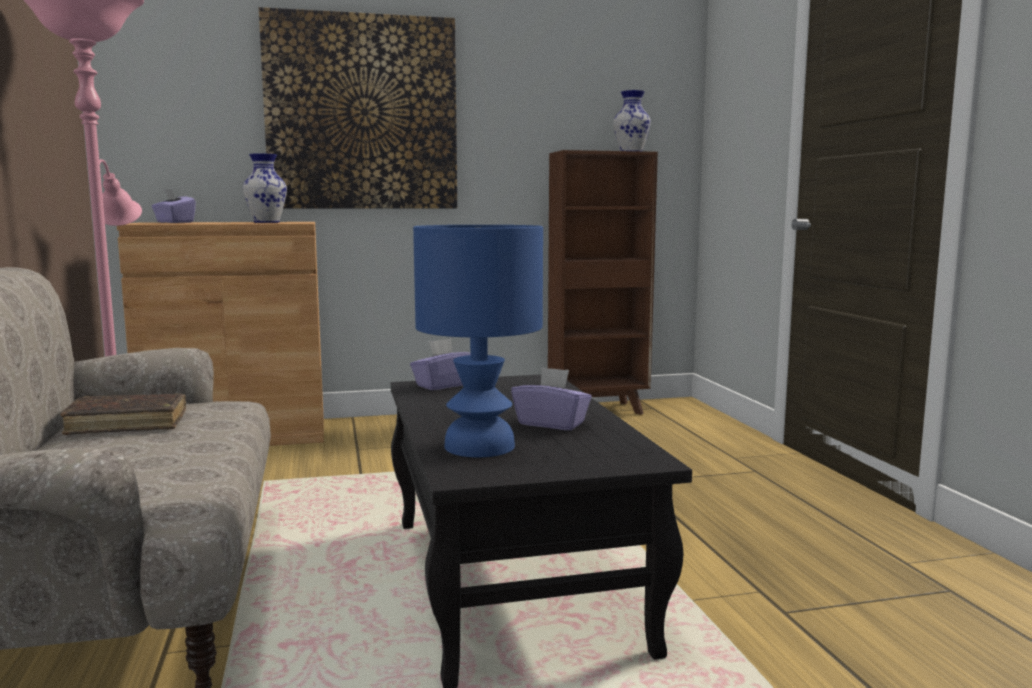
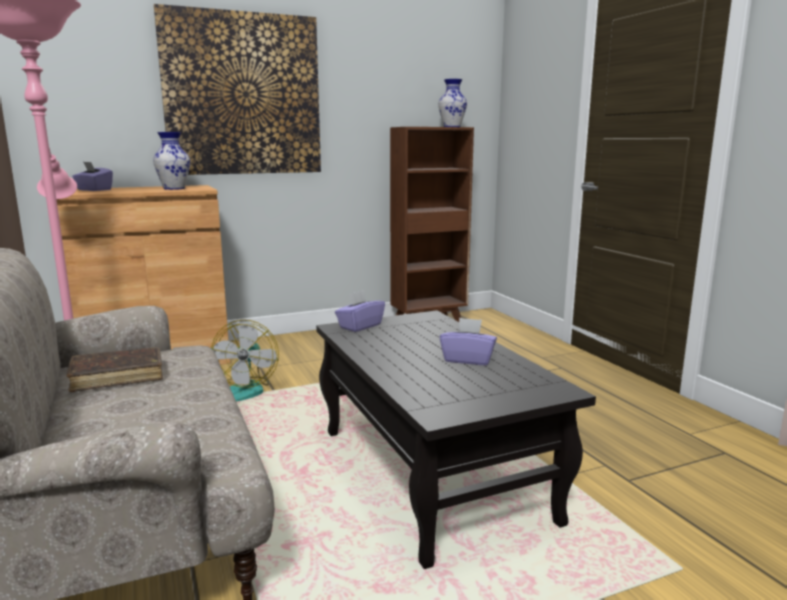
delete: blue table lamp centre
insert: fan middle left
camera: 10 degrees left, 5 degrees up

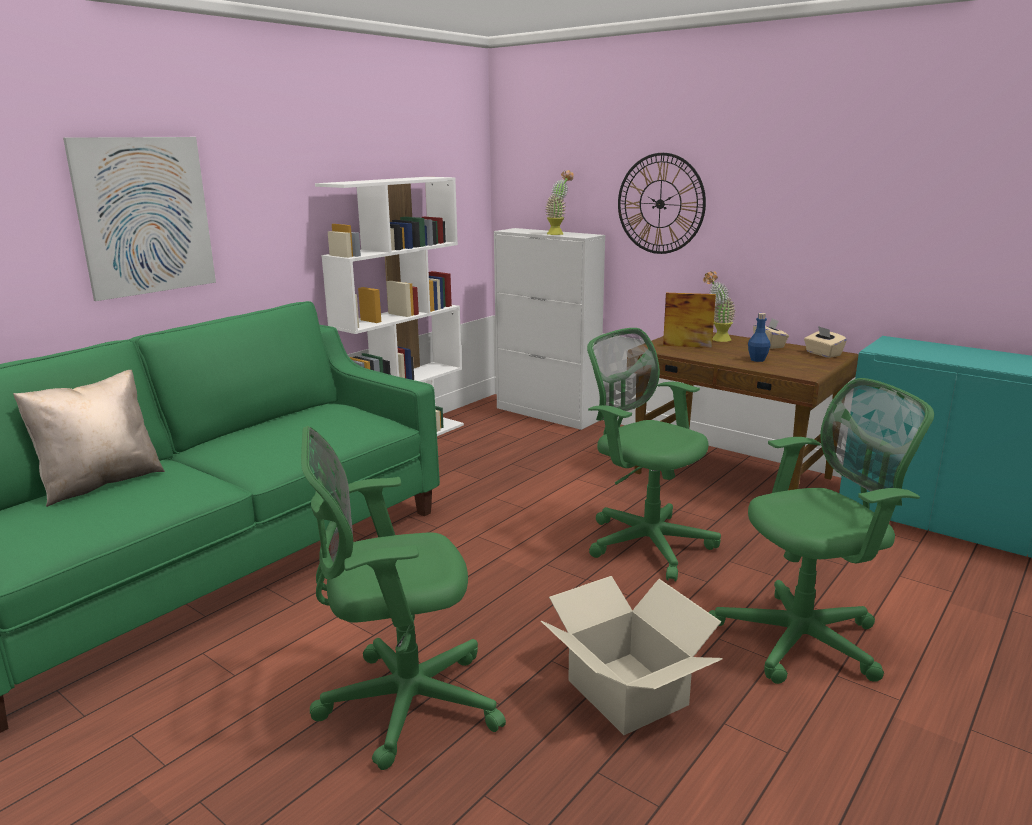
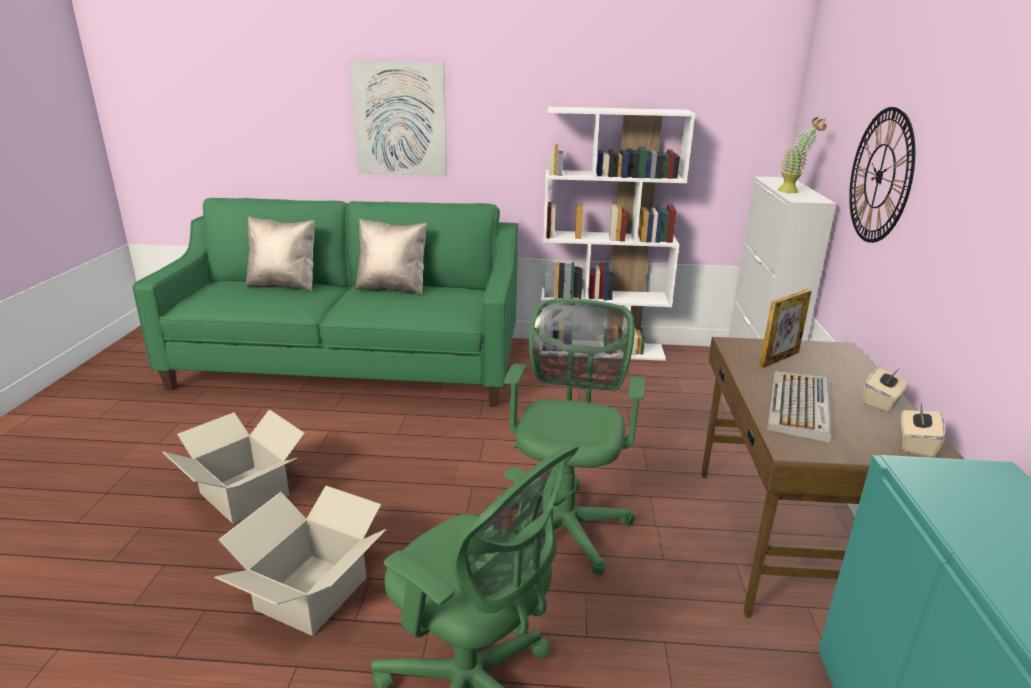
delete: potted plant (2nd from left) middle right
insert: beige pillow (2nd from left) centre
replace: green office chair (1st from left) bottom centre to cardboard box (1st from left) bottom left; blue bottle middle right to keyboard middle right
rotate: picture frame middle right = middle right 75 degrees clockwise
camera: 55 degrees right, 5 degrees up

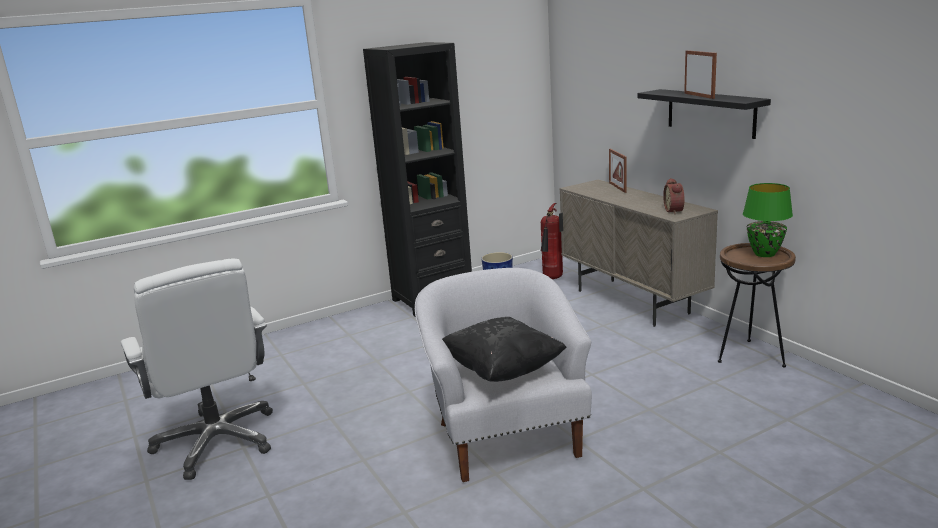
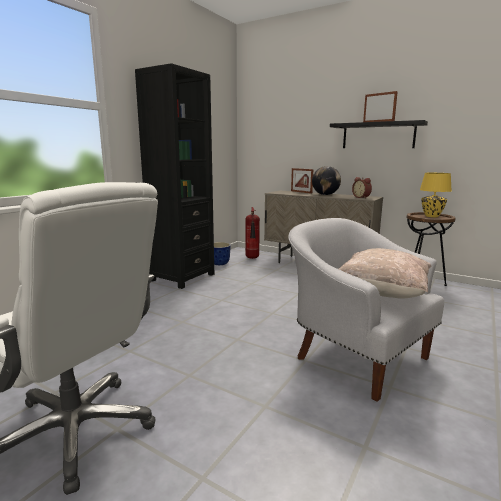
insert: globe centre
recolor: black pillow centre to beige pillow middle right; green table lamp middle right to yellow table lamp middle right
camera: 30 degrees left, 5 degrees down

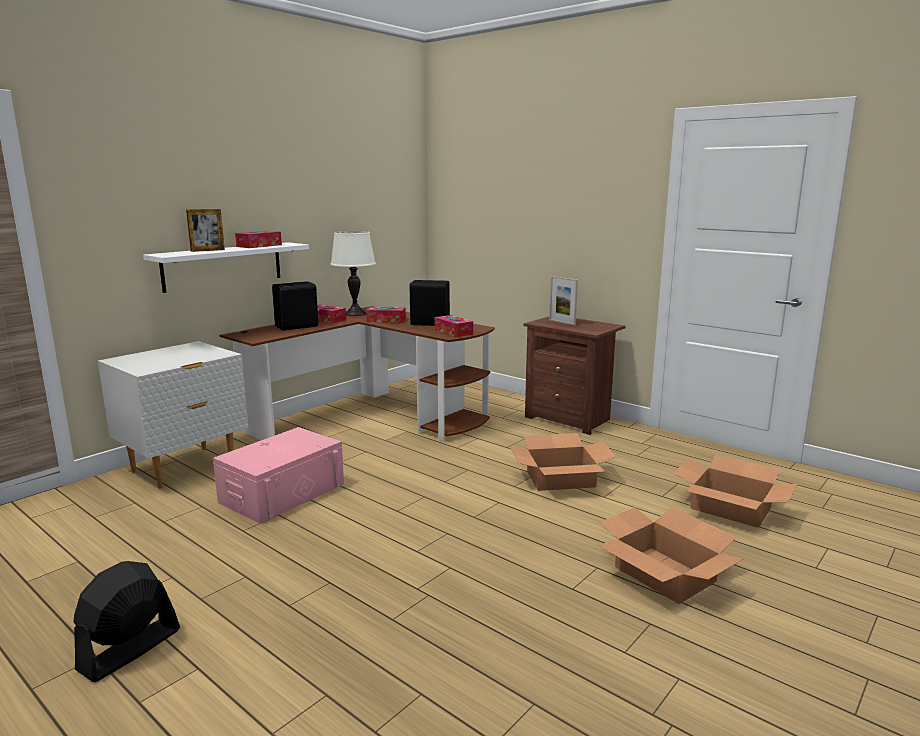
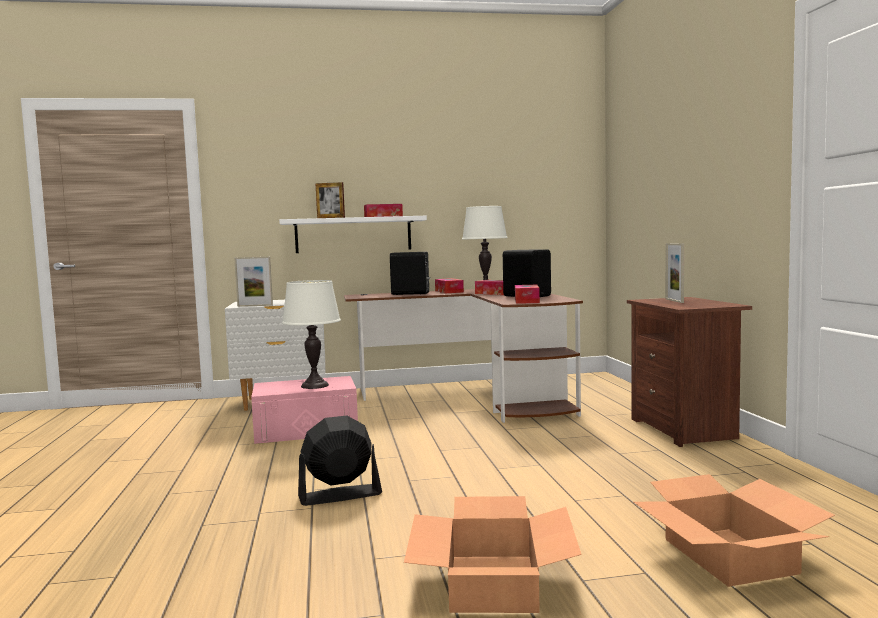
delete: cardboard box (1st from left) centre
insert: picture frame (1st from left) middle left; white table lamp (1st from left) centre
move: black fan bottom left to bottom centre
camera: 40 degrees right, 10 degrees down

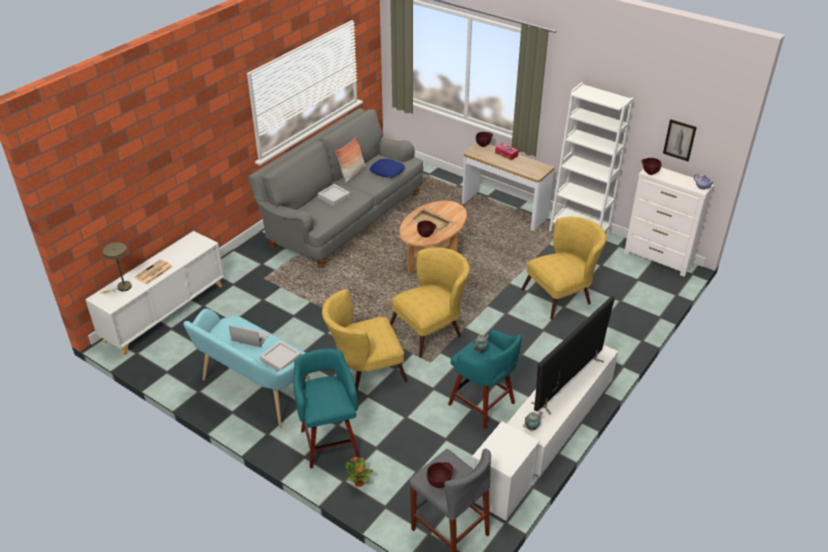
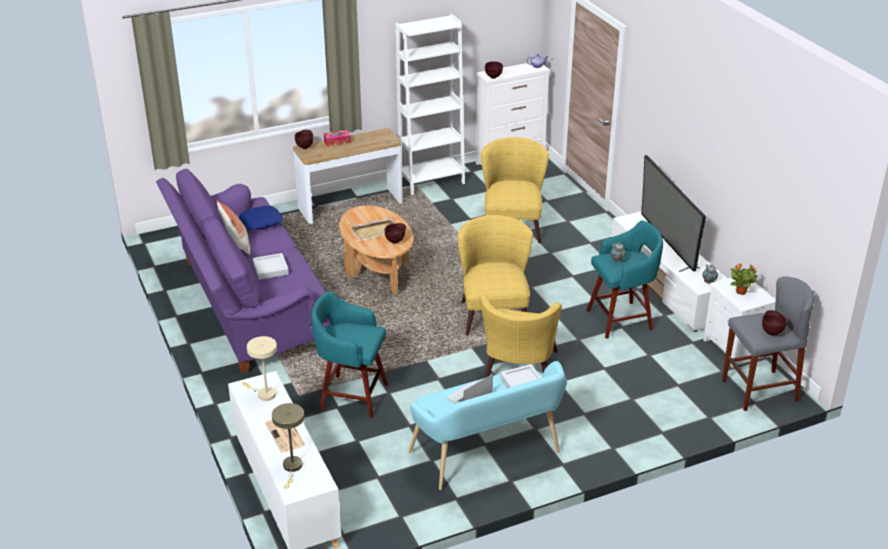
delete: picture top right
insert: beige table lamp (1st from left) bottom left
move: turquoise stool (1st from left) bottom centre to centre; potted plant bottom centre to middle right
recolor: grey sofa centre to purple sofa middle left
camera: 60 degrees left, 5 degrees down

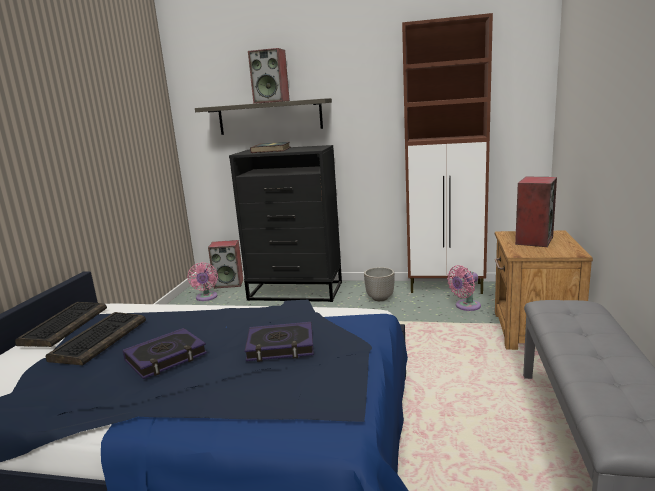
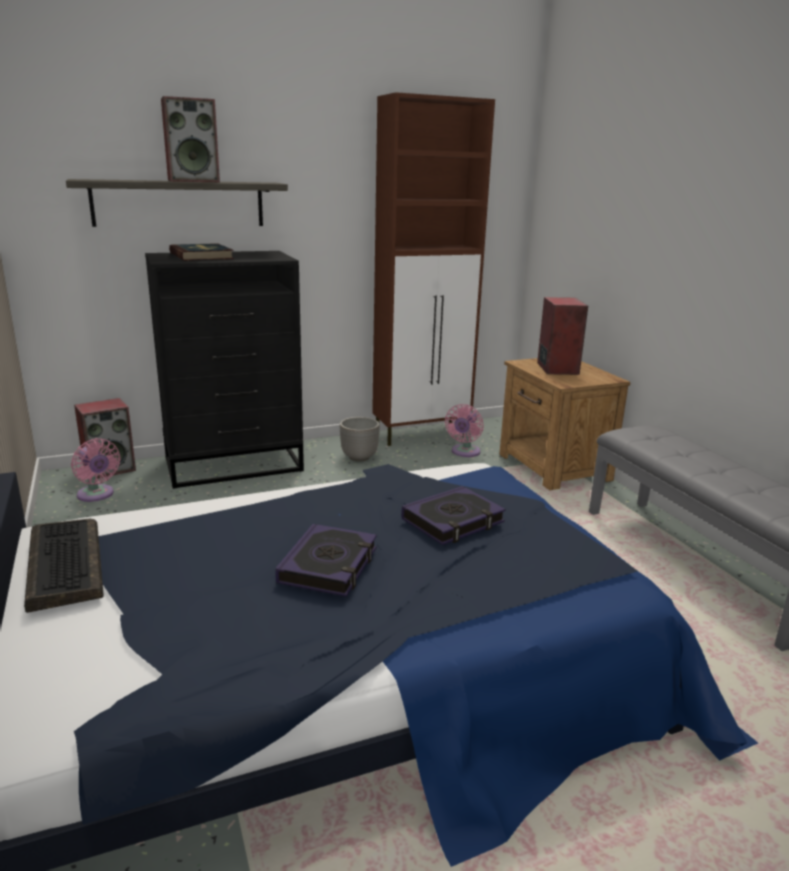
delete: keyboard (2nd from left) bottom left
camera: 35 degrees left, 5 degrees up

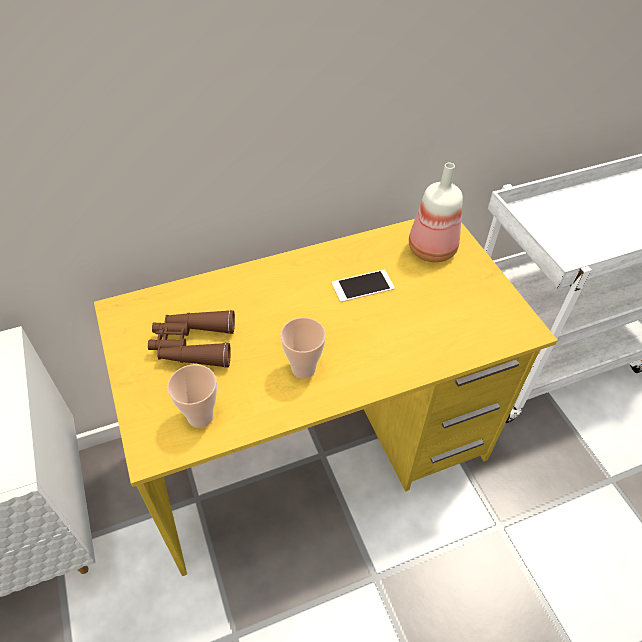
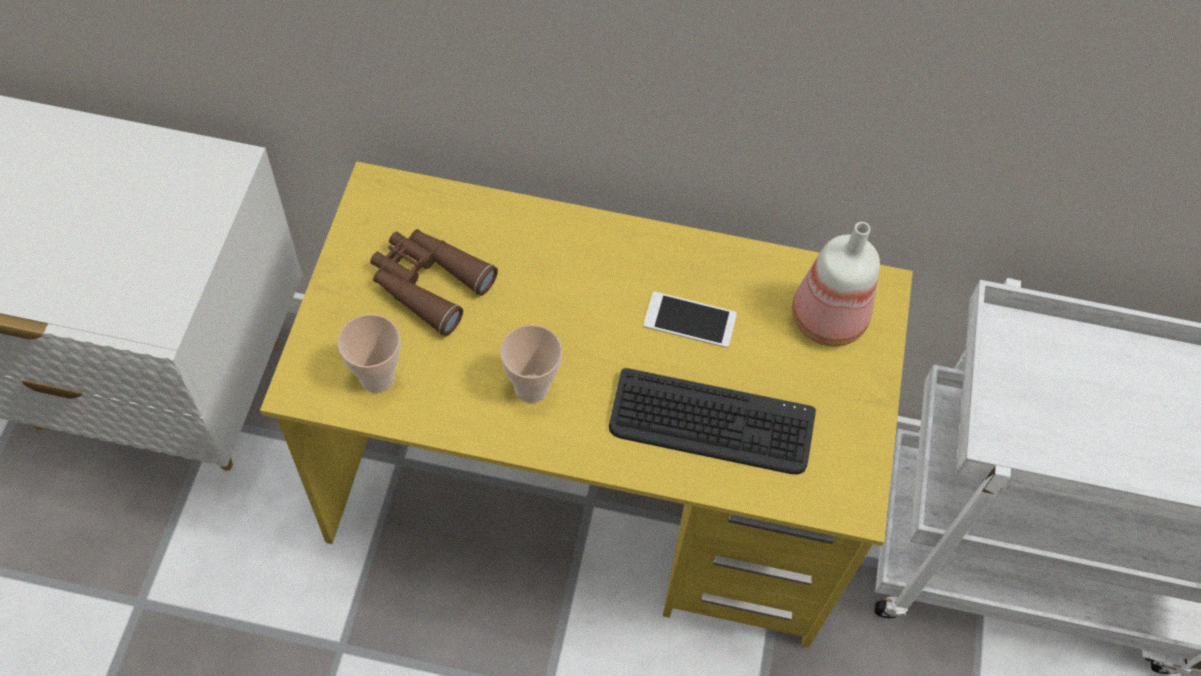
insert: keyboard centre
camera: 30 degrees right, 10 degrees up

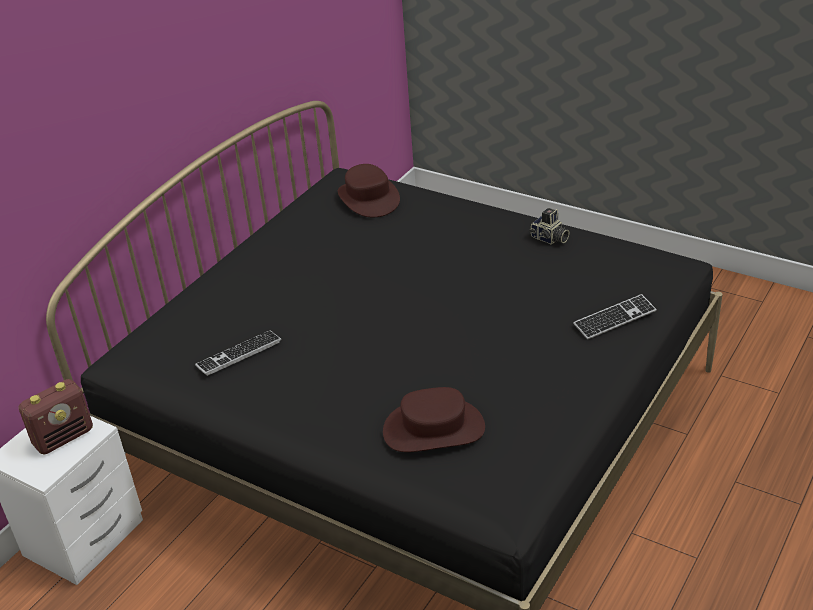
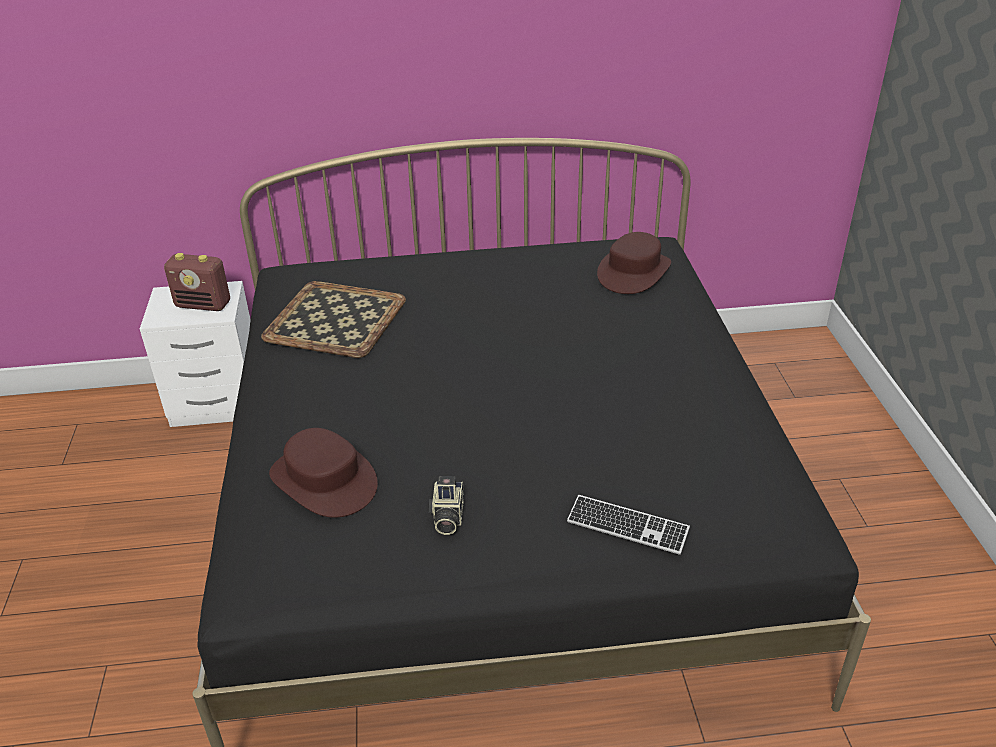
move: photo camera middle right to bottom centre
replace: keyboard (1st from left) middle left to tray centre
camera: 50 degrees right, 0 degrees up

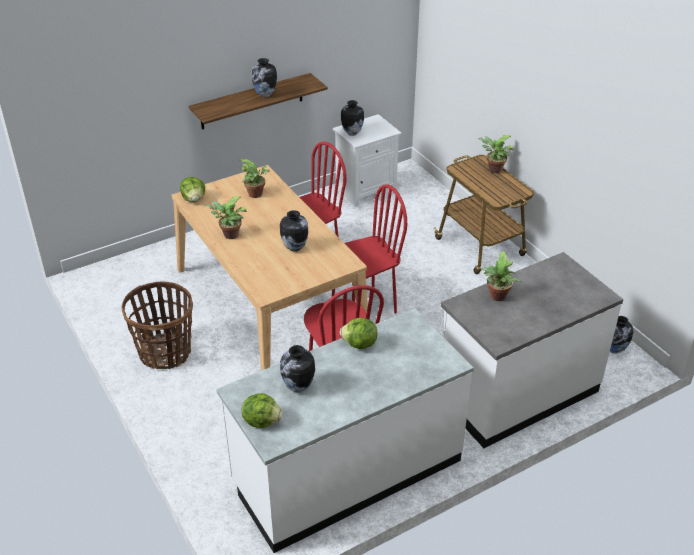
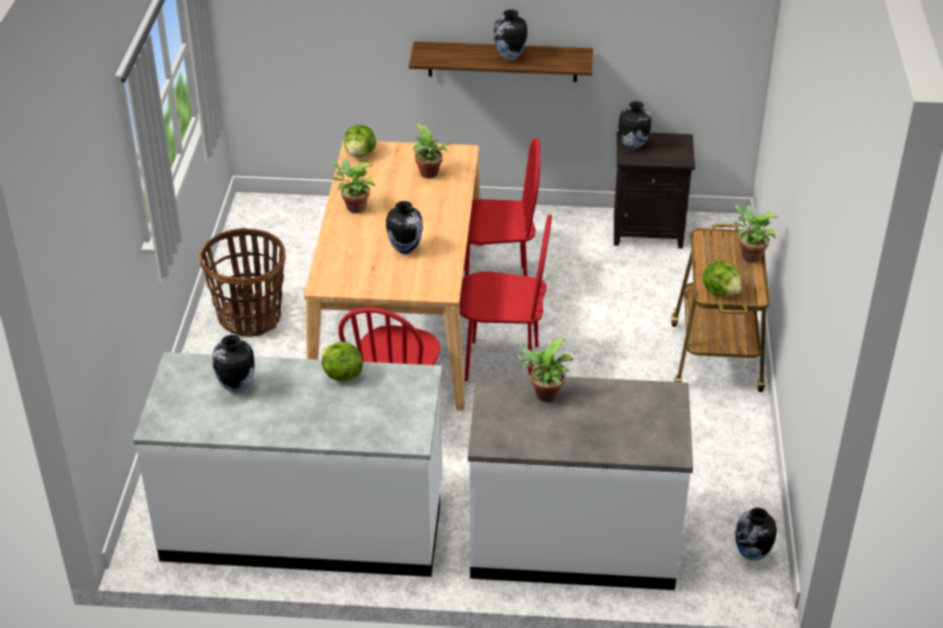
move: lettuce (2nd from left in the first image) bottom centre to lettuce (3rd from left) middle right
recolor: white nightstand top centre to black nightstand top right
camera: 35 degrees right, 0 degrees up

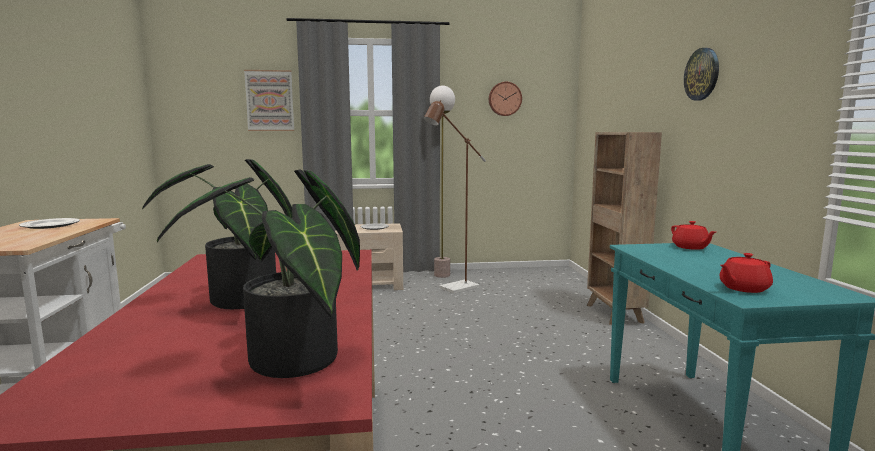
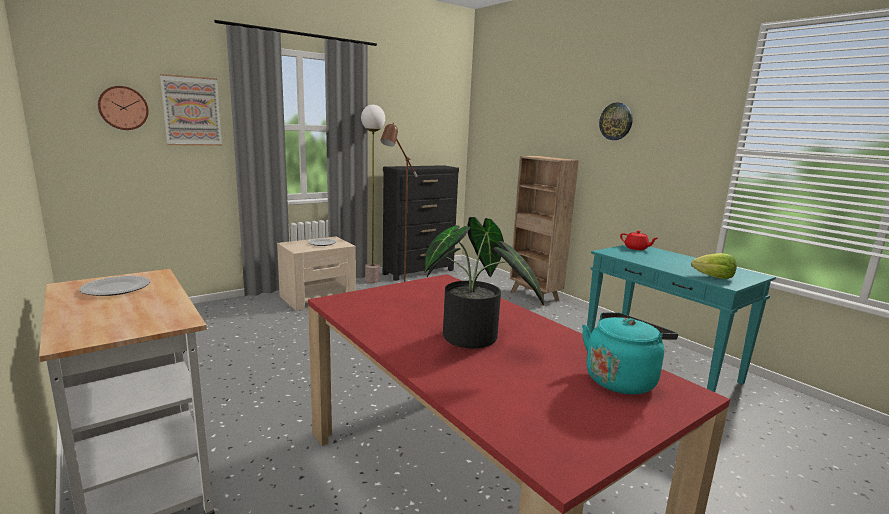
insert: black dresser centre
move: wall clock (1st from left) top centre to top left
replace: potted plant (2nd from left) middle left to turquoise kettle bottom right; red teapot (2nd from left) middle right to lettuce middle right
camera: 30 degrees left, 5 degrees up

